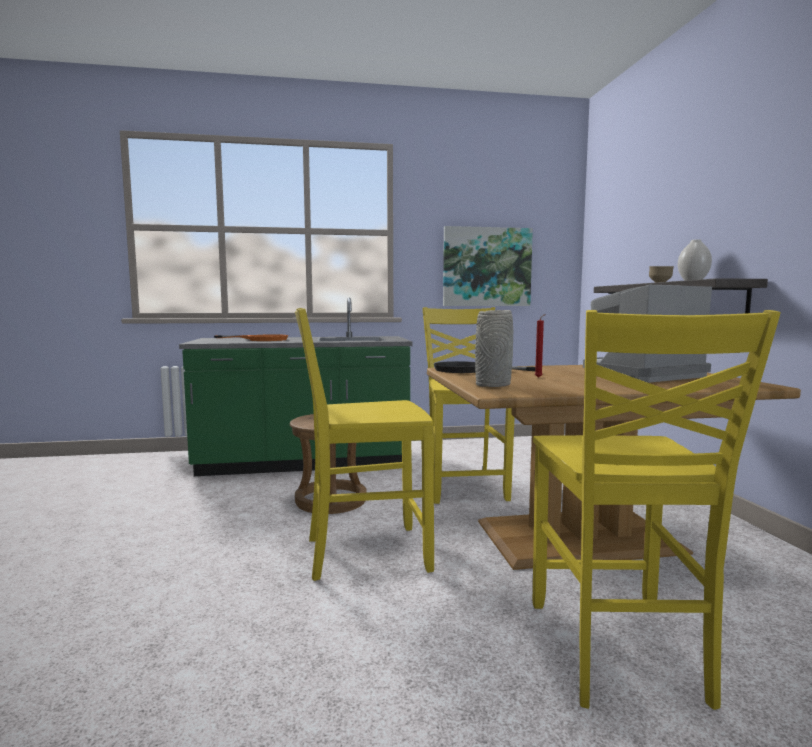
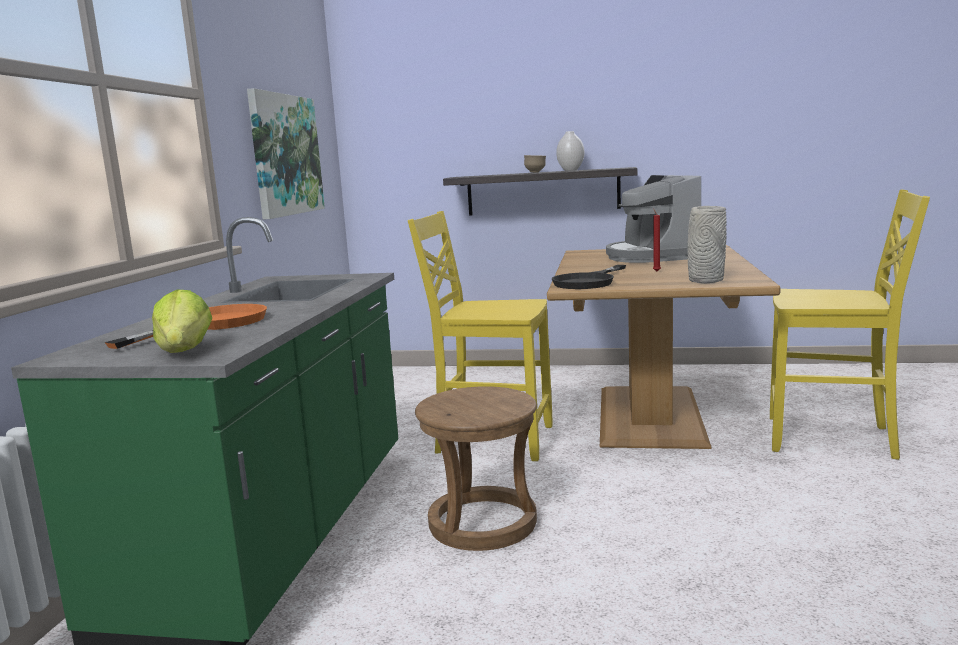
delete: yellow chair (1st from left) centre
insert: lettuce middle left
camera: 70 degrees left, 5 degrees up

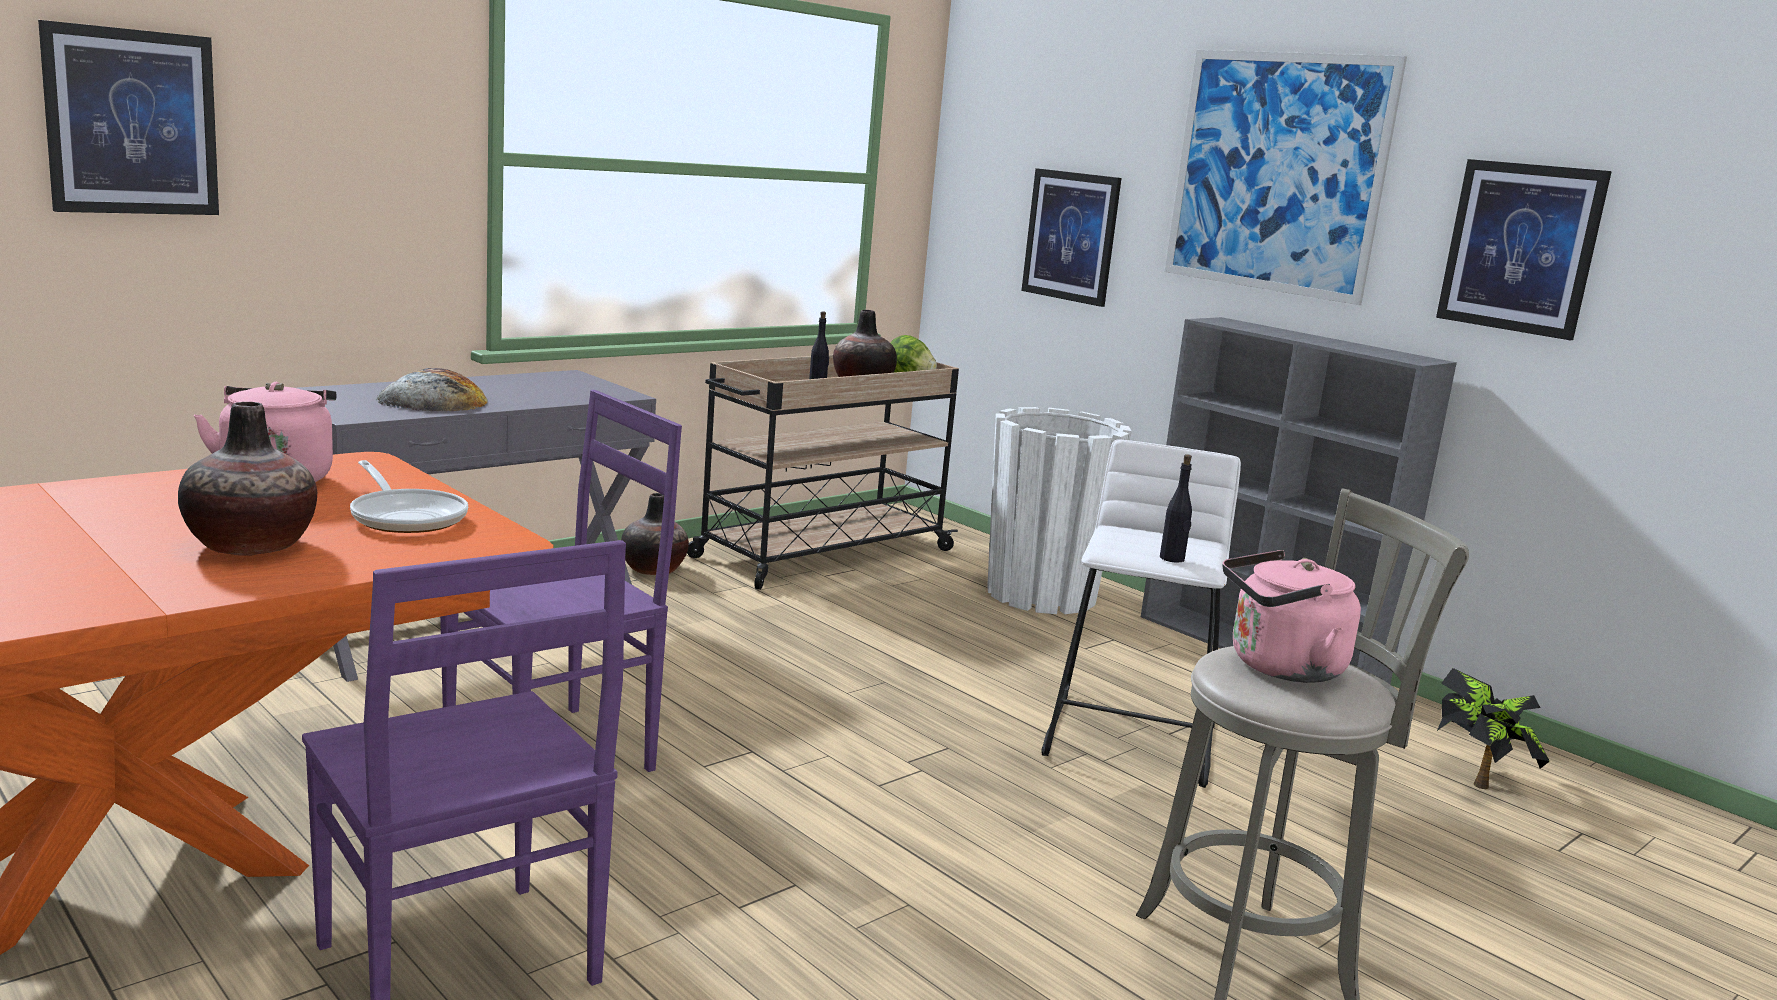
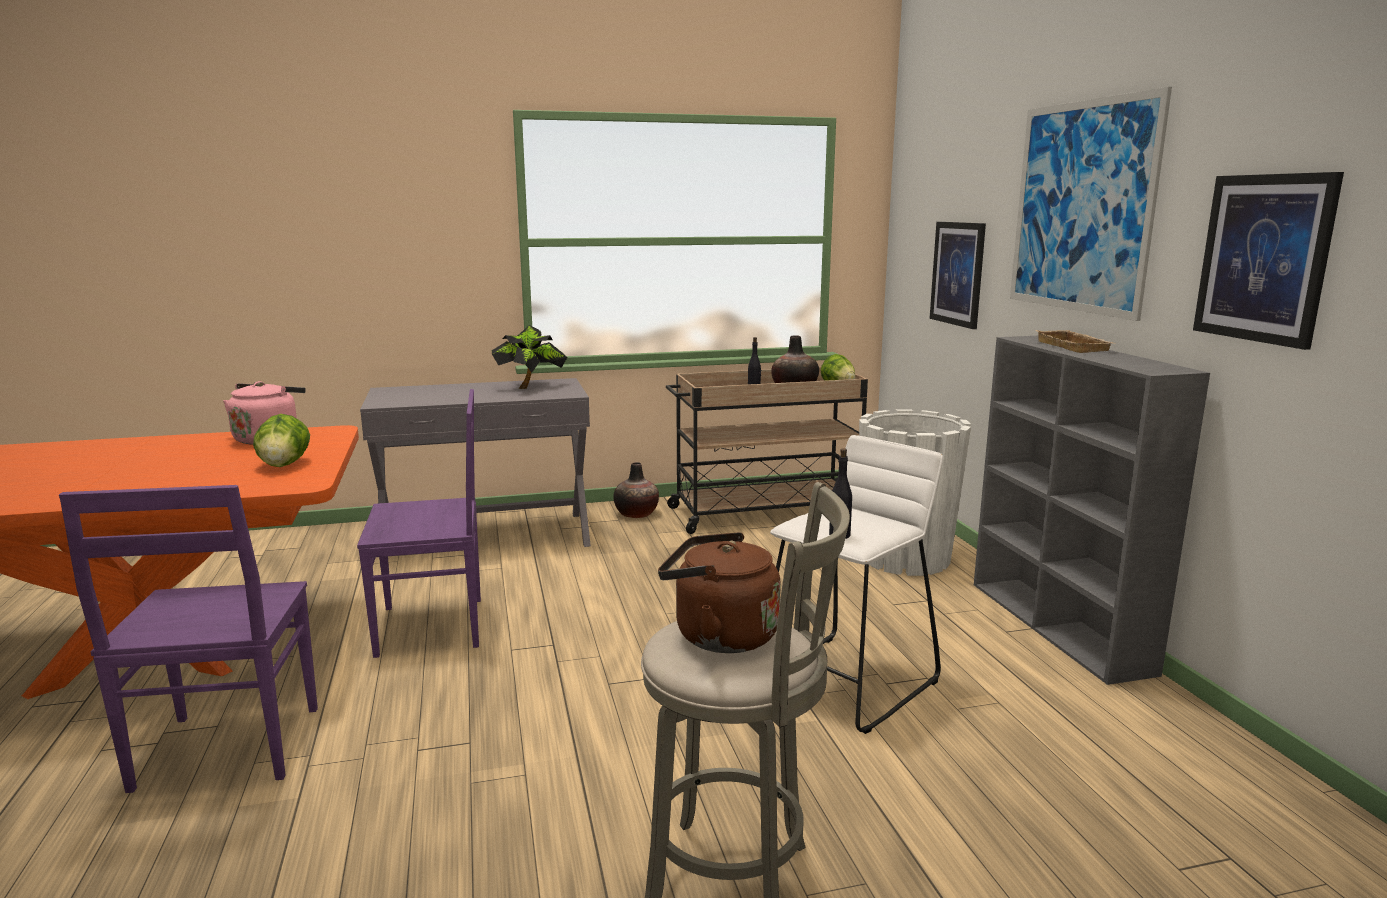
delete: picture (1st from left) top left; vase (1st from left) middle left; bread middle left
insert: beige tray middle right
move: potted plant bottom right to centre
replace: frying pan middle left to lettuce (1st from left) middle left
recolor: pink kettle (2nd from left) middle right to brown kettle centre
camera: 30 degrees right, 0 degrees up

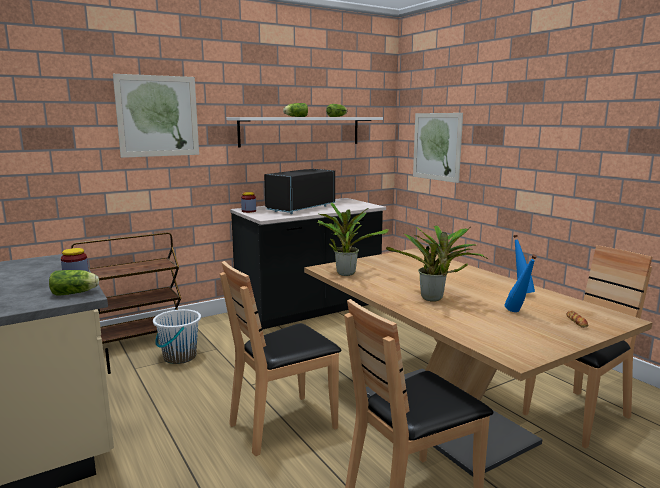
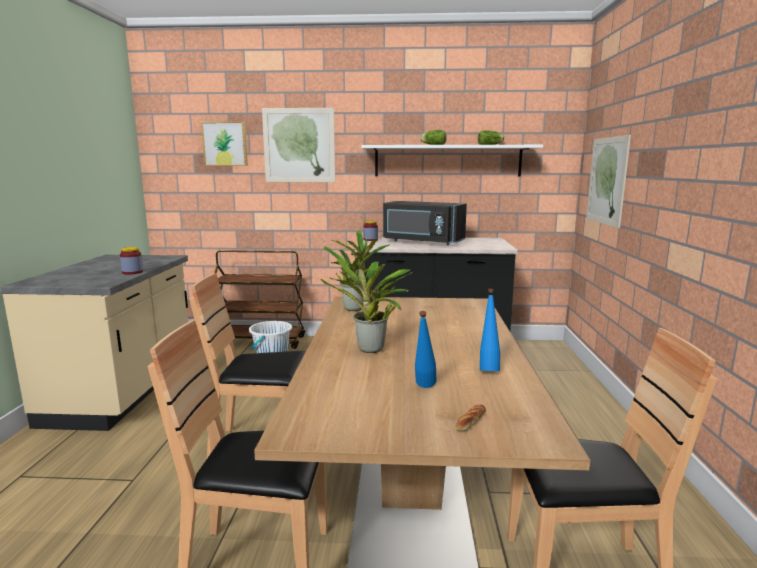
delete: lettuce (1st from left) middle left
insert: picture (1st from left) top left
rotate: black microwave centre = centre 135 degrees counterclockwise
camera: 35 degrees right, 0 degrees up

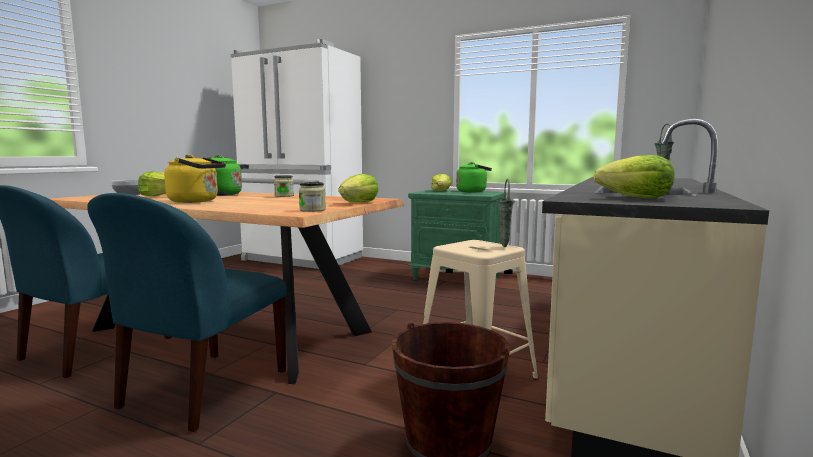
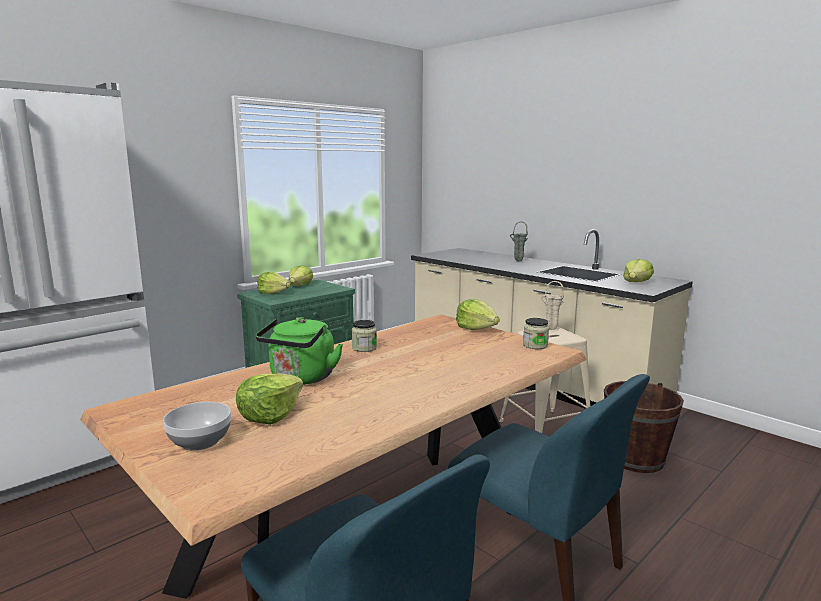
delete: yellow kettle middle left
replace: green kettle (2nd from left) centre to lettuce (3rd from left) centre
recolor: green vase (1st from left) centre to beige vase middle right
camera: 70 degrees left, 5 degrees up

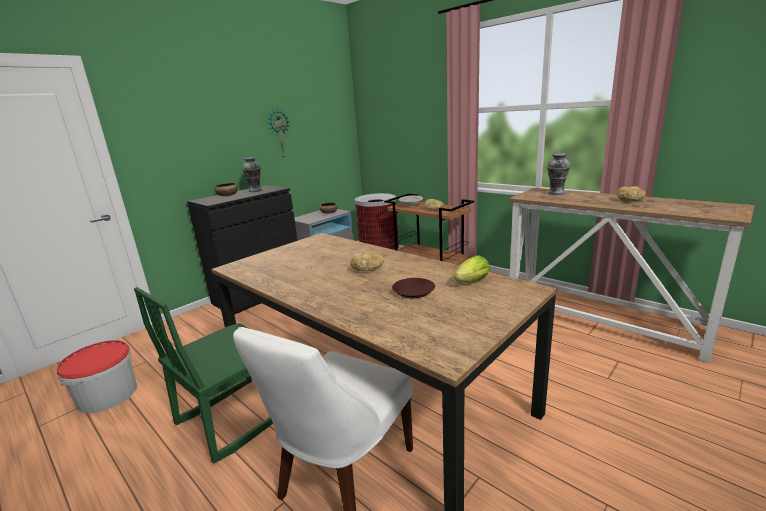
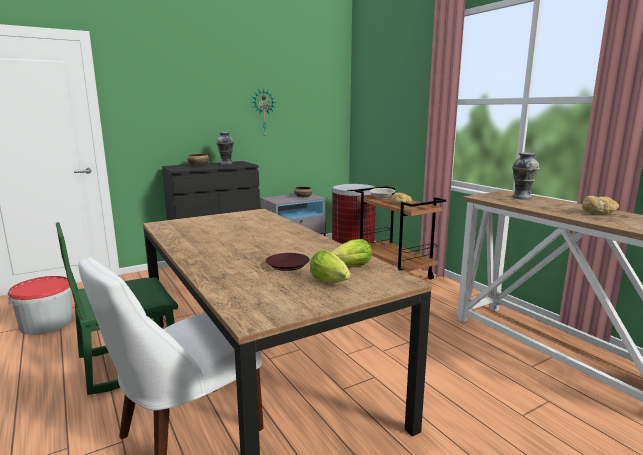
delete: bread (1st from left) centre
insert: lettuce (1st from left) centre
camera: 15 degrees right, 5 degrees down

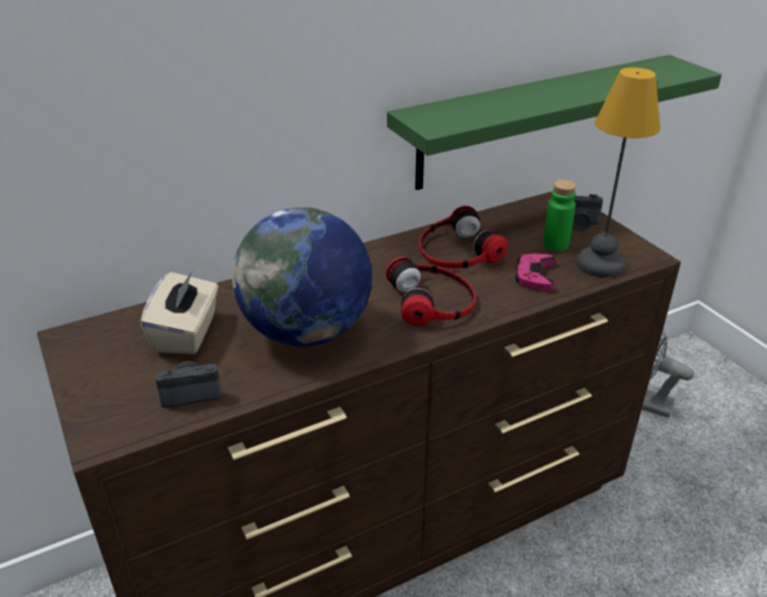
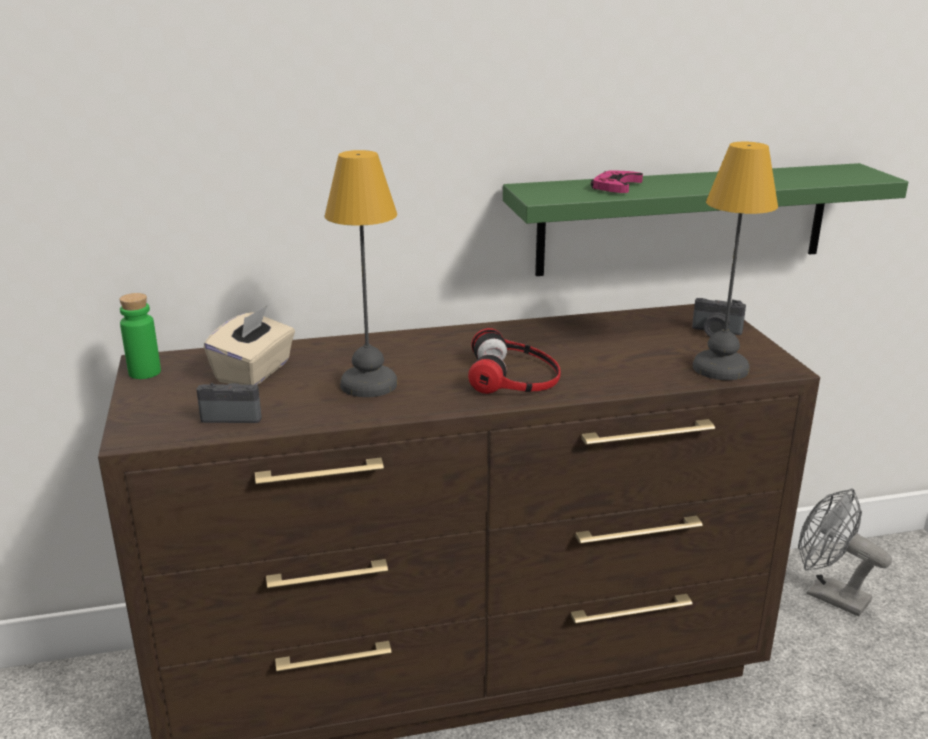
delete: headphones (2nd from left) centre
move: pink game controller middle right to top centre; green bottle middle right to middle left
replace: globe centre to table lamp (1st from left) centre
camera: 15 degrees right, 10 degrees down

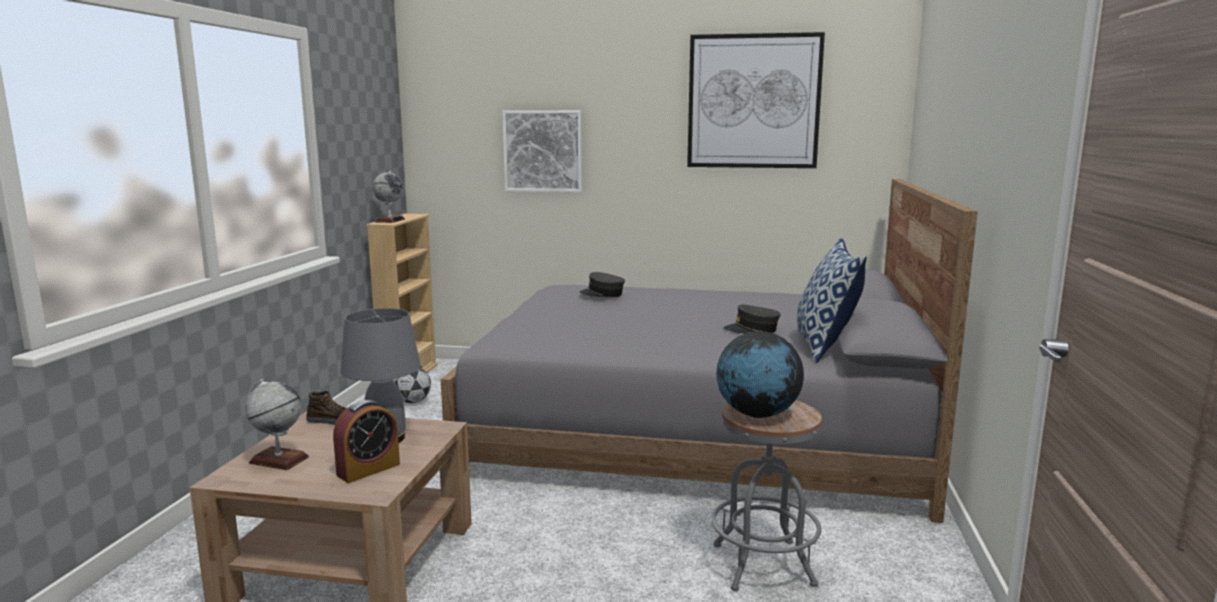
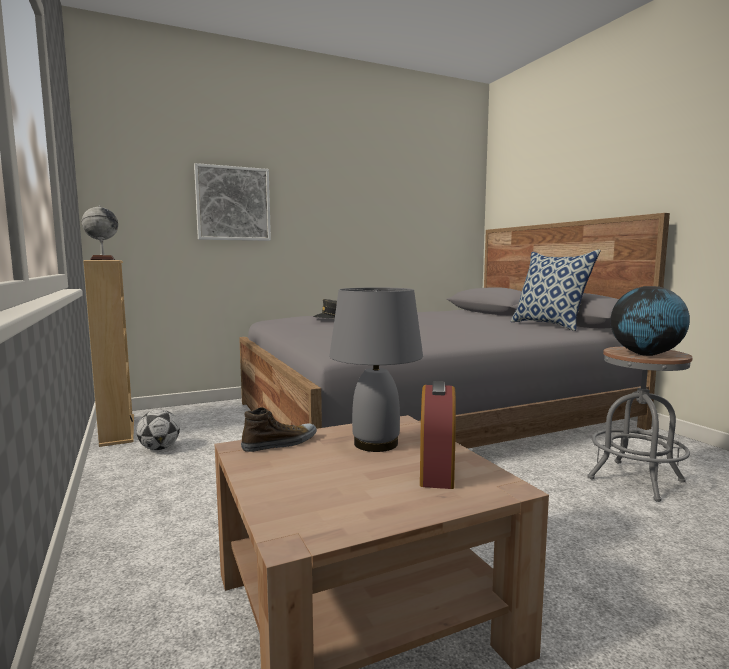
delete: globe (1st from left) bottom left; picture (2nd from left) top centre; grey cap (2nd from left) centre
camera: 35 degrees left, 5 degrees down

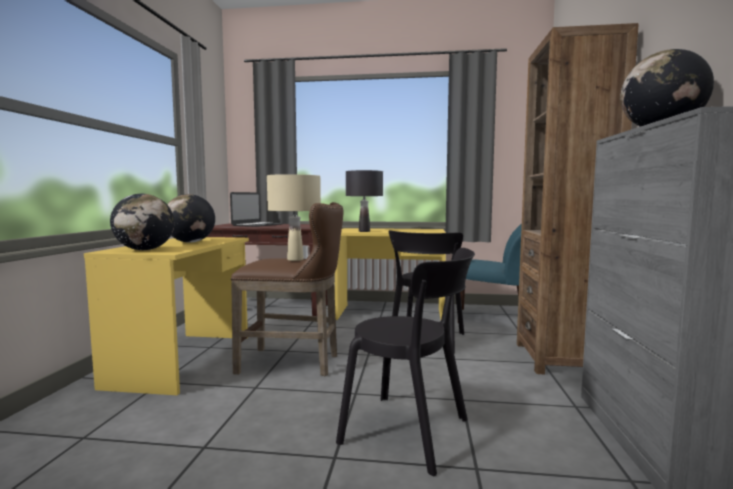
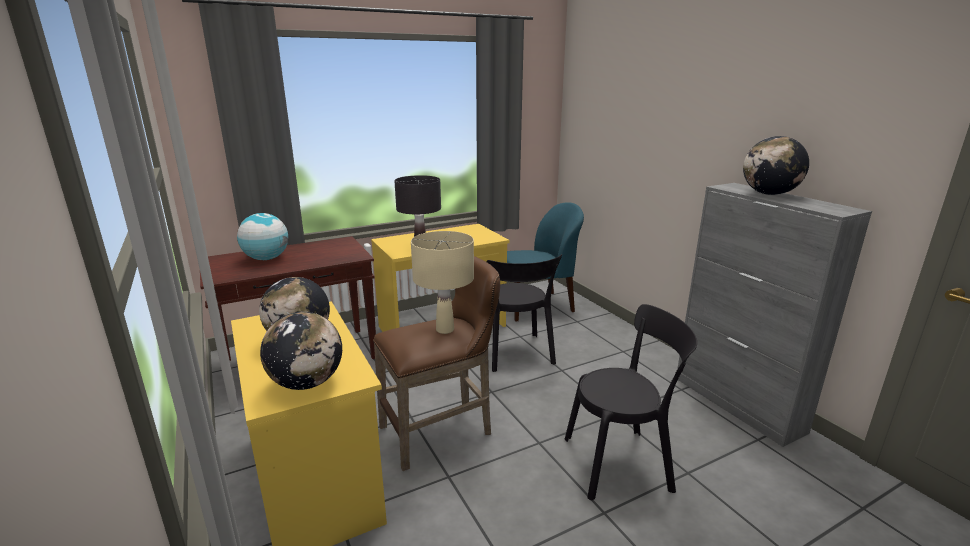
delete: brown bookcase middle right
replace: laptop centre to globe (1st from left) middle left
camera: 35 degrees left, 15 degrees up

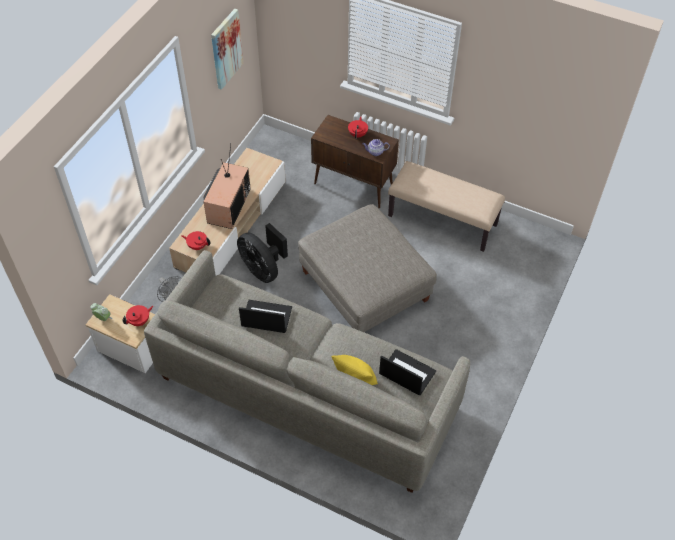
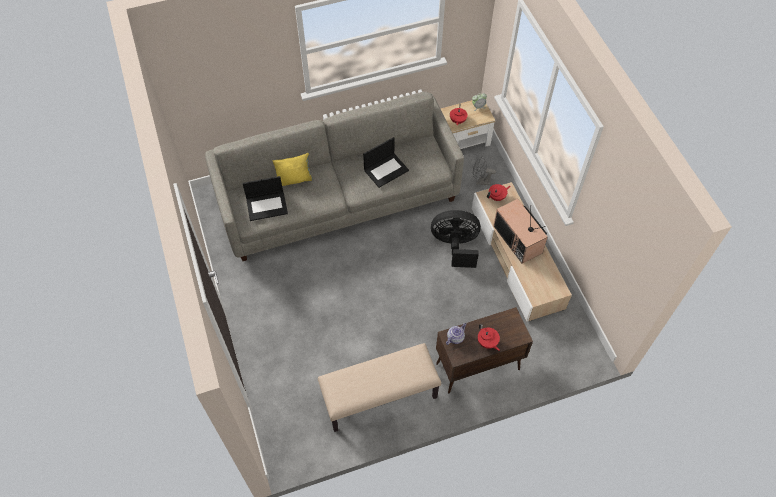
delete: picture top centre; grey ottoman centre
camera: 135 degrees right, 5 degrees up

